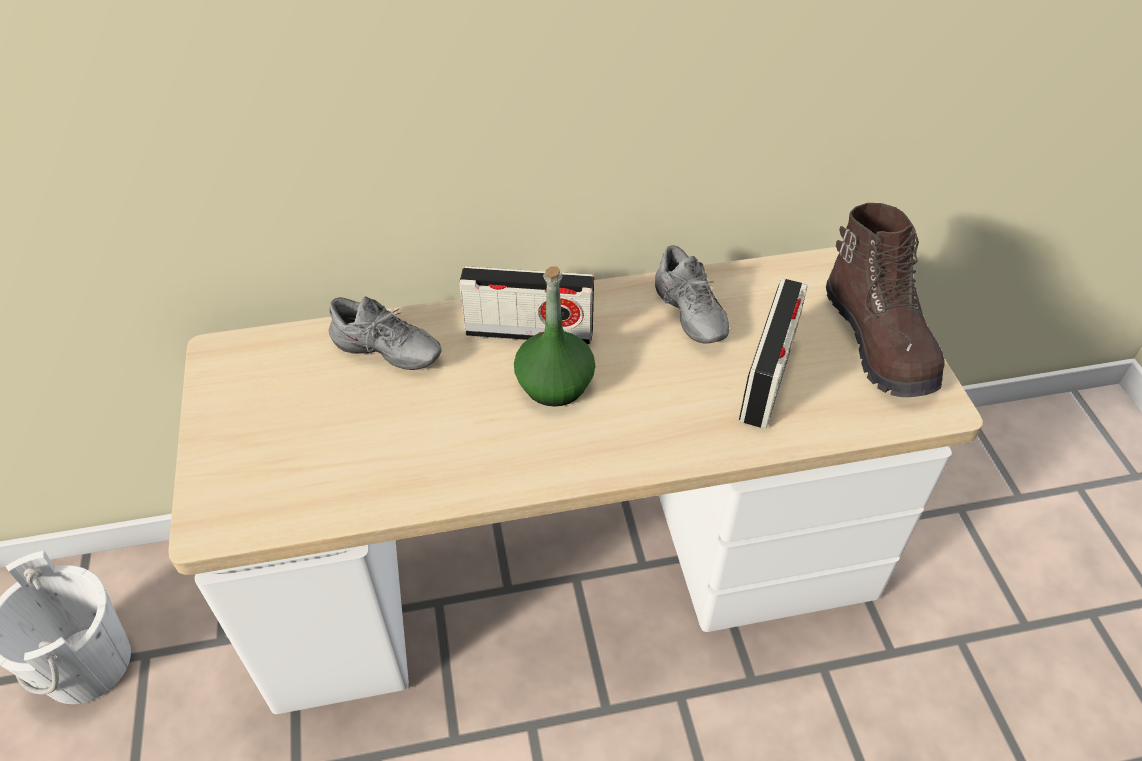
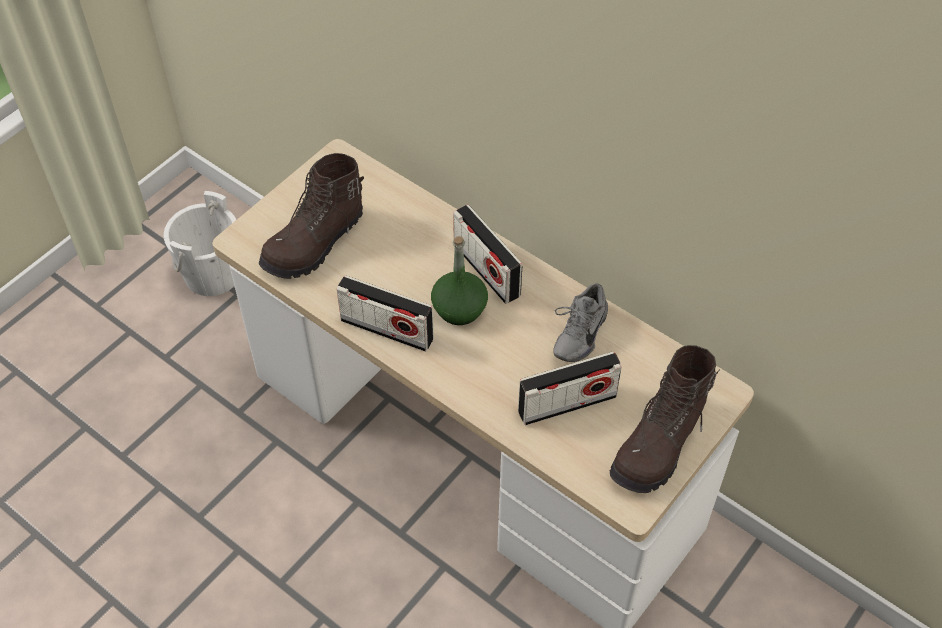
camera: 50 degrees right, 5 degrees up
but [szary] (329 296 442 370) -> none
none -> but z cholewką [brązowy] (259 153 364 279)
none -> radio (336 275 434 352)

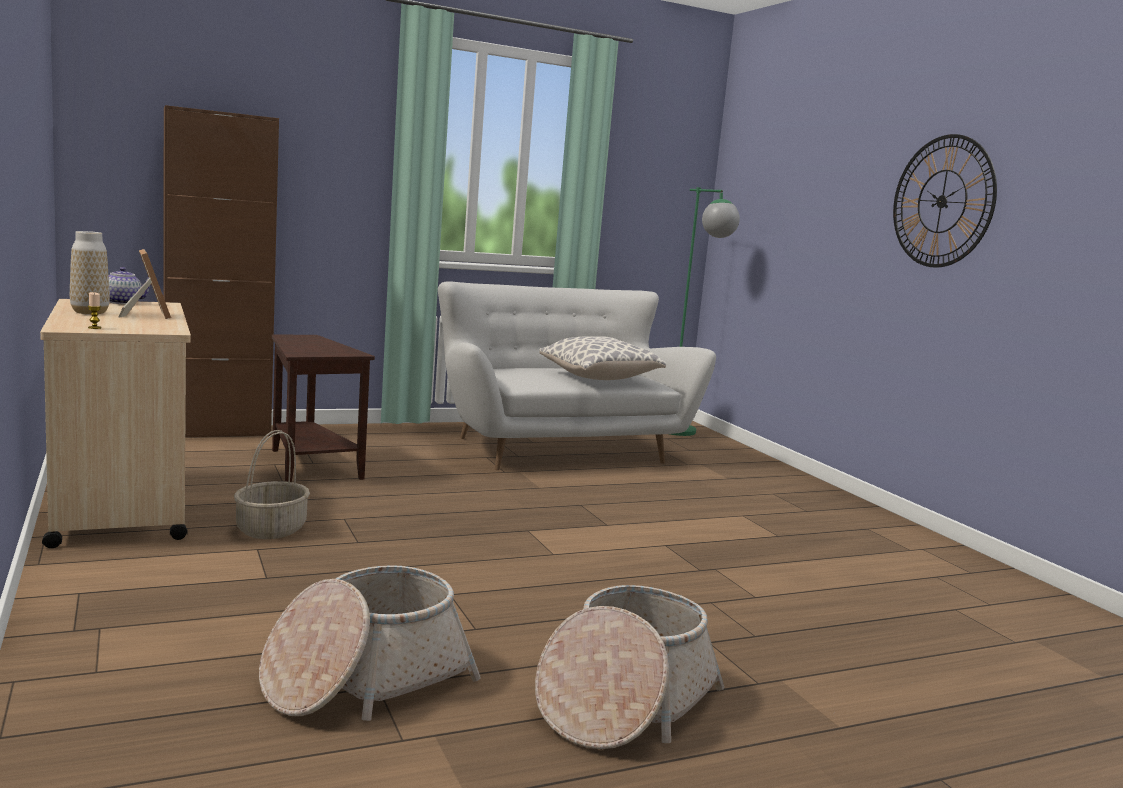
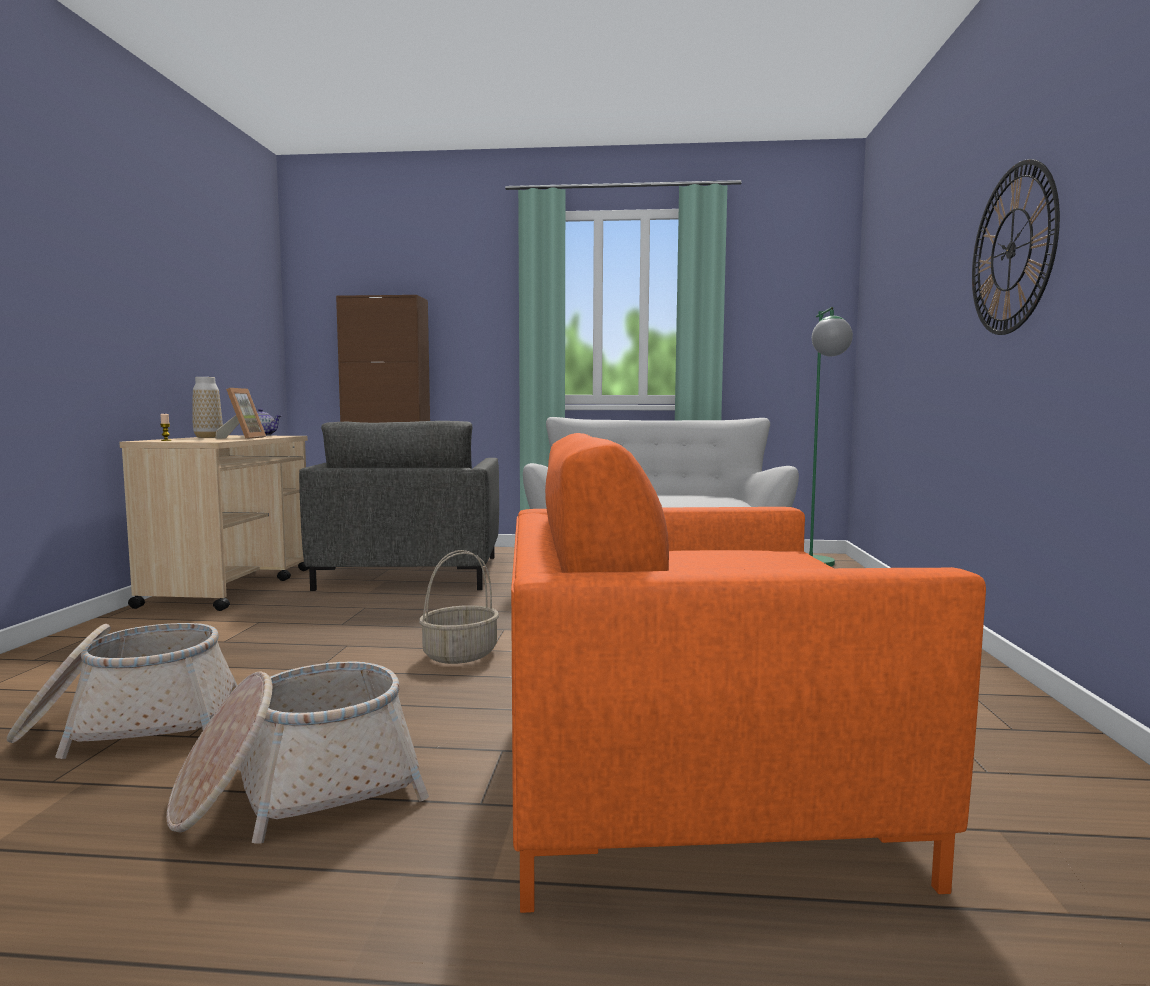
camera: 30 degrees right, 5 degrees down
koszyk (234 430 310 539) -> koszyk (419 550 499 664), relocated
stolik [brązowy] (272 335 375 482) -> fotel [szary] (299 421 499 591)
poduszka (539 336 666 380) -> none
none -> fotel [pomarańczowy] (511 433 986 913)

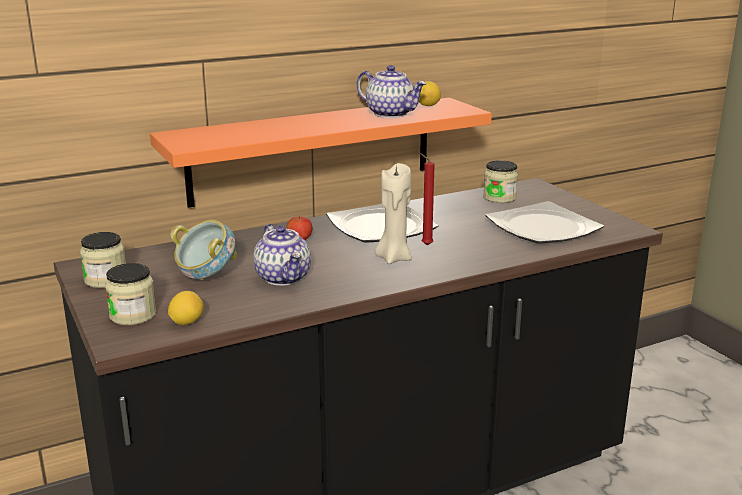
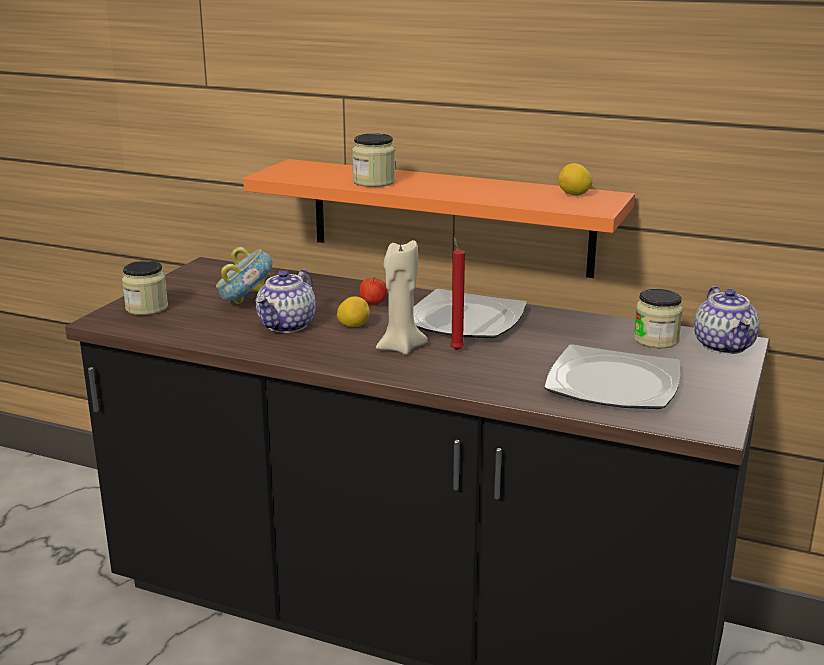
camera: 50 degrees right, 0 degrees up
słoik (80 232 126 288) -> słoik (352 133 395 187), relocated
cytryna (168 291 204 325) -> cytryna (337 296 370 327), relocated
imbryk (356 65 427 118) -> imbryk (694 286 760 354), relocated

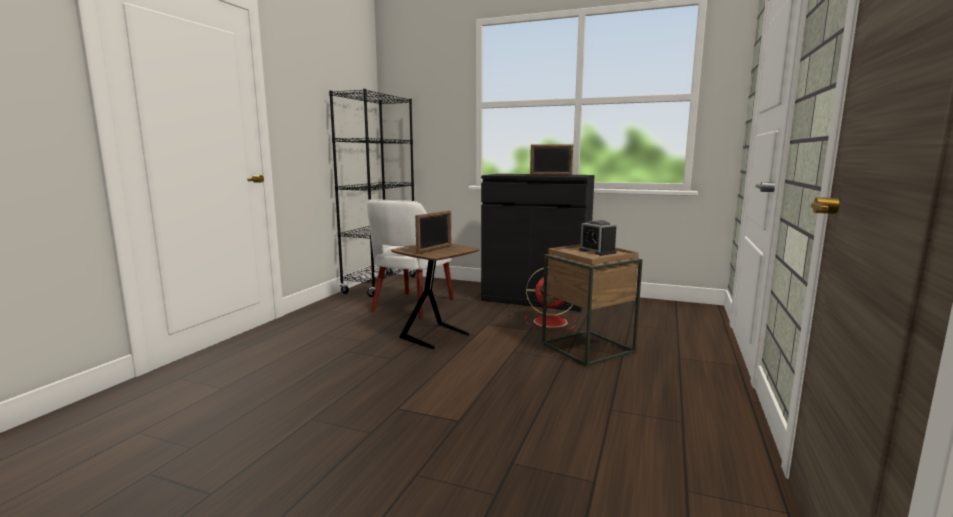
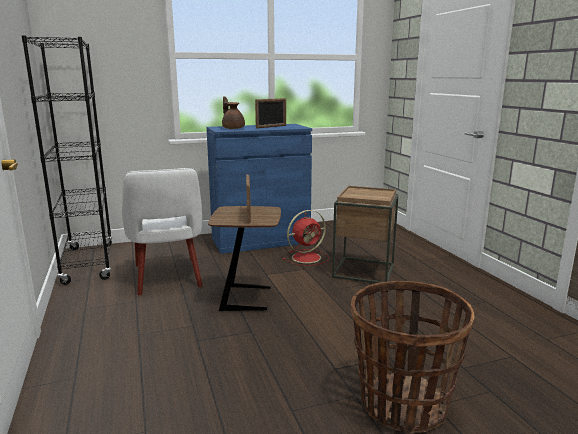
camera: 40 degrees left, 5 degrees up
szafka [czarny] (481 174 595 312) -> szafka [niebieski] (206 124 312 254)
budzik (579 220 617 255) -> none
none -> imbryk [brązowy] (222 96 245 129)
none -> koszyk (351 281 475 433)

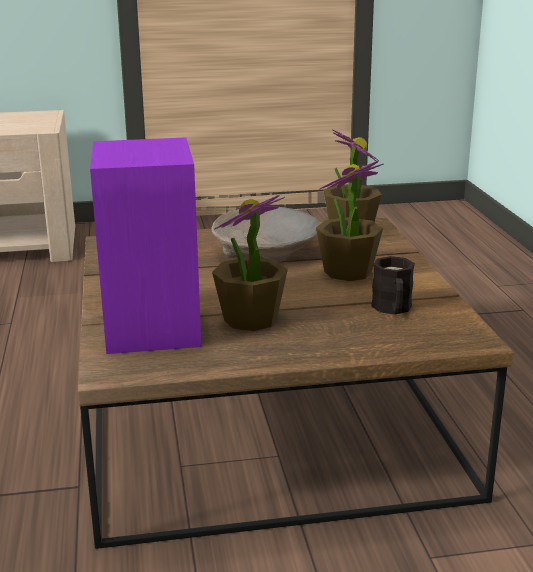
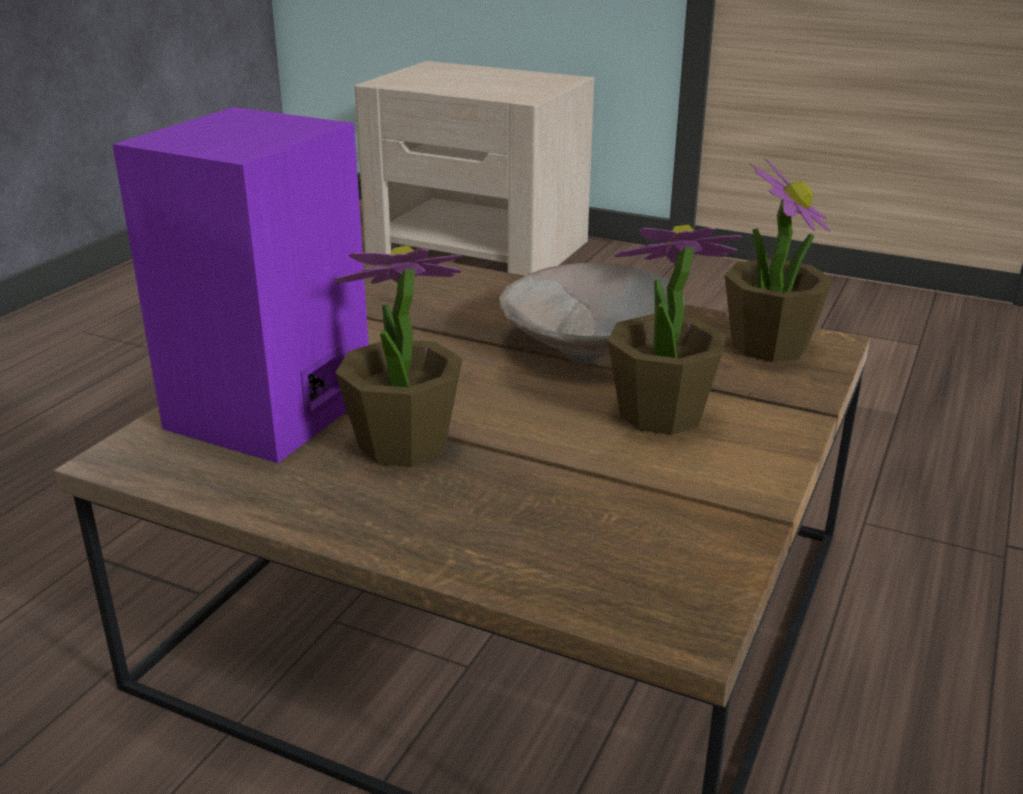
camera: 35 degrees right, 5 degrees up
kubek [czarny] (371 256 415 315) -> none

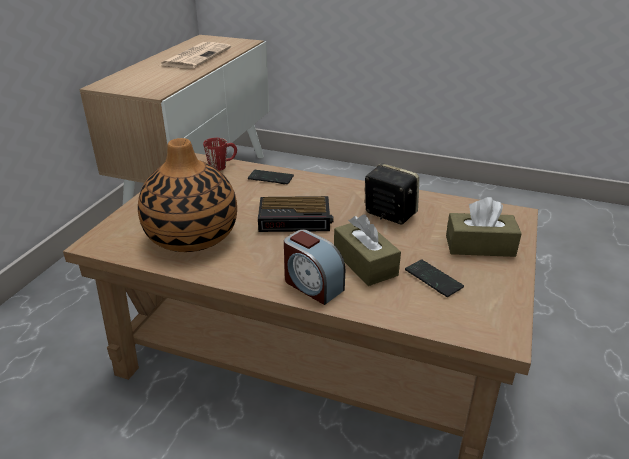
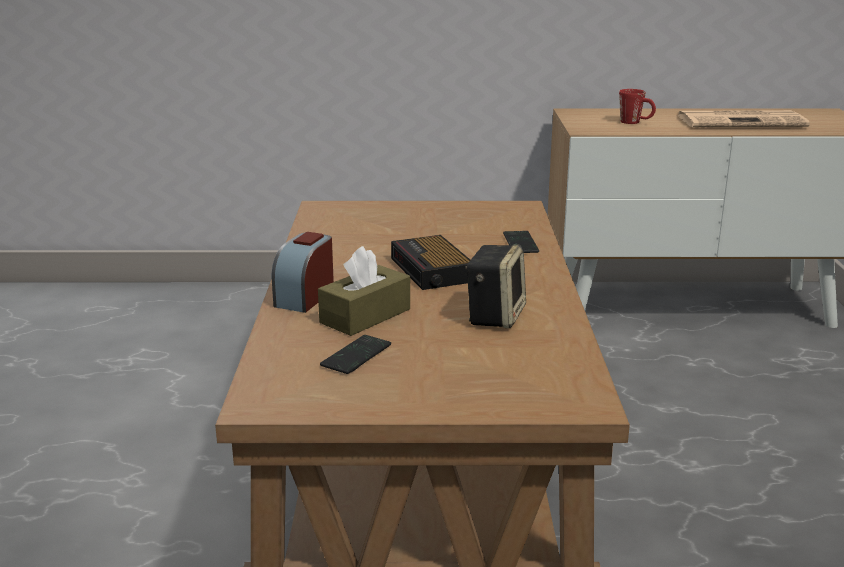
camera: 70 degrees right, 10 degrees down
wazon (138 138 237 252) -> none
kubek [czerwony] (203 138 237 171) -> kubek [czerwony] (619 89 656 124), relocated
pudełko chusteczek [brązowy] (446 197 522 257) -> none

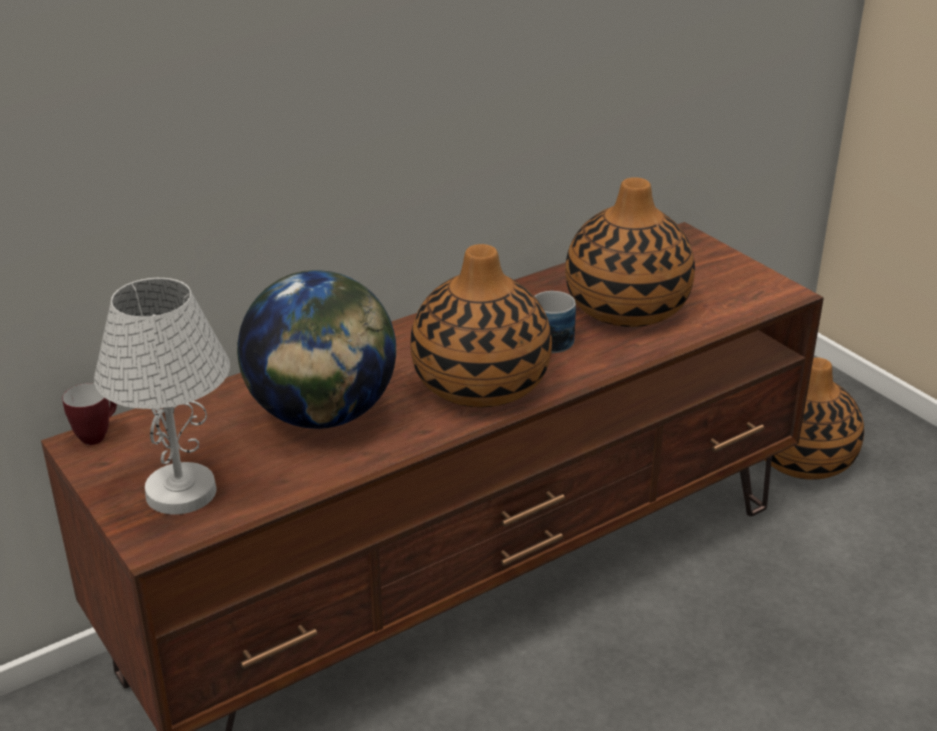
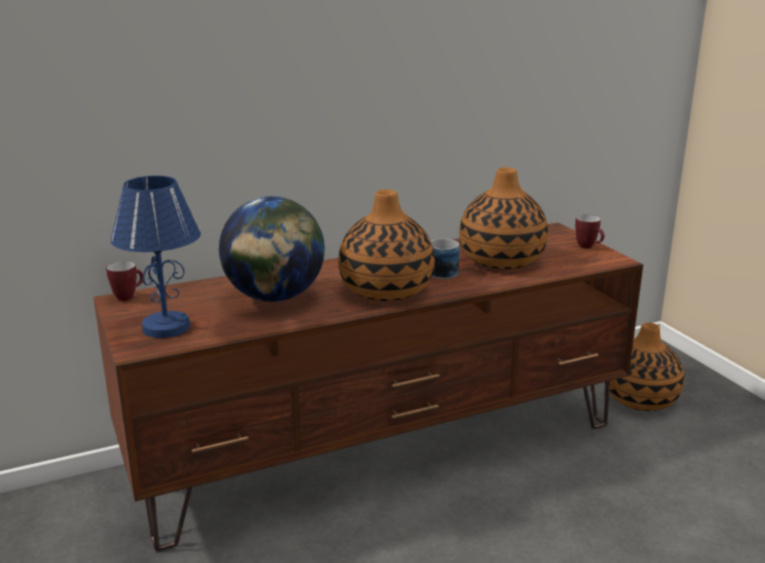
camera: 10 degrees right, 10 degrees down
lampa stołowa [biały] (94 278 230 515) -> lampa stołowa [niebieski] (111 176 201 338)
none -> kubek (575 215 604 249)

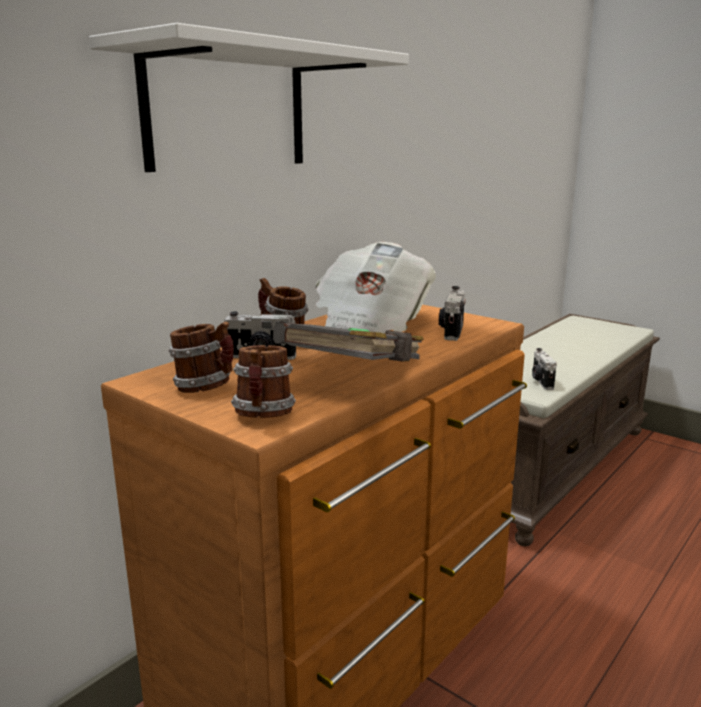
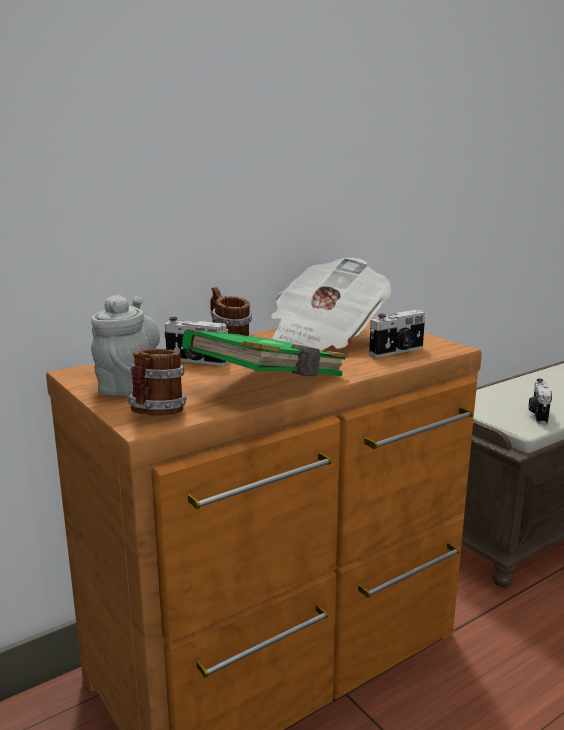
camera: 15 degrees right, 0 degrees up
półka [biały] (89 23 409 172) -> none
kubek (169 321 234 393) -> imbryk [szary] (91 294 160 396)
książka [szary] (273 322 424 361) -> książka [zielony] (182 329 348 376)
aparat fotograficzny (439 286 466 341) -> aparat fotograficzny (369 310 425 357), 150 degrees counterclockwise

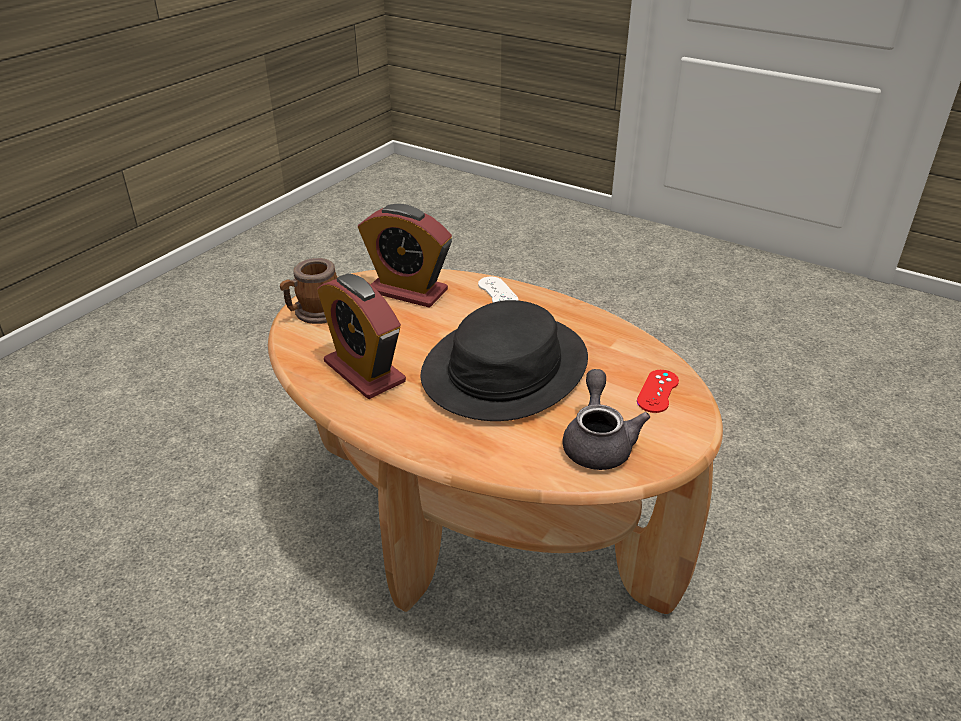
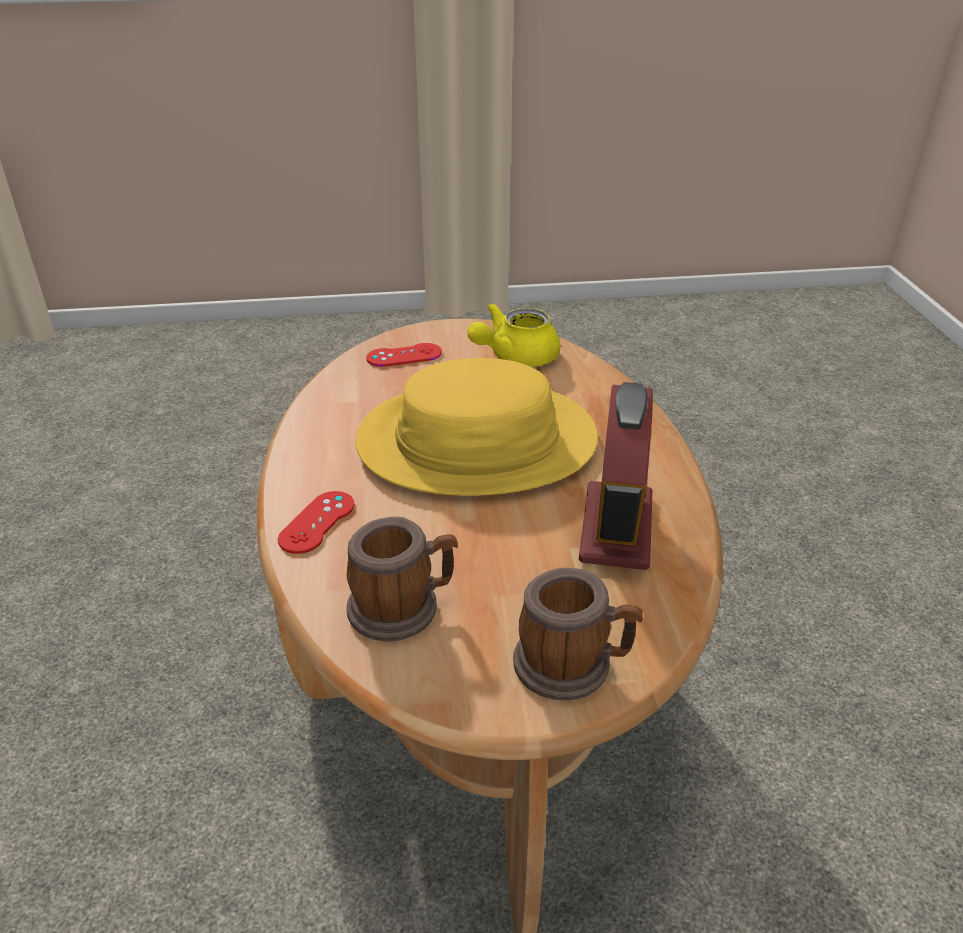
camera: 130 degrees left, 0 degrees up
budzik (358 204 452 308) -> kubek (347 517 458 642)
kapelusz [czarny] (421 300 588 421) -> kapelusz [żółty] (355 358 598 496)
pad do gier [biały] (478 277 519 303) -> pad do gier [czerwony] (278 491 354 554)
imbryk [szary] (562 369 650 470) -> imbryk [żółty] (467 303 560 367)

